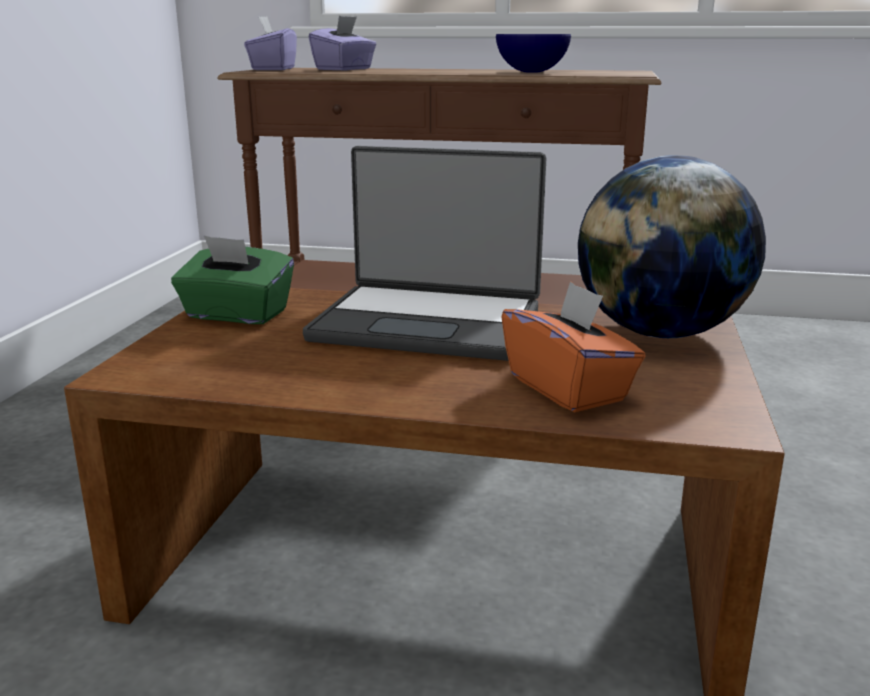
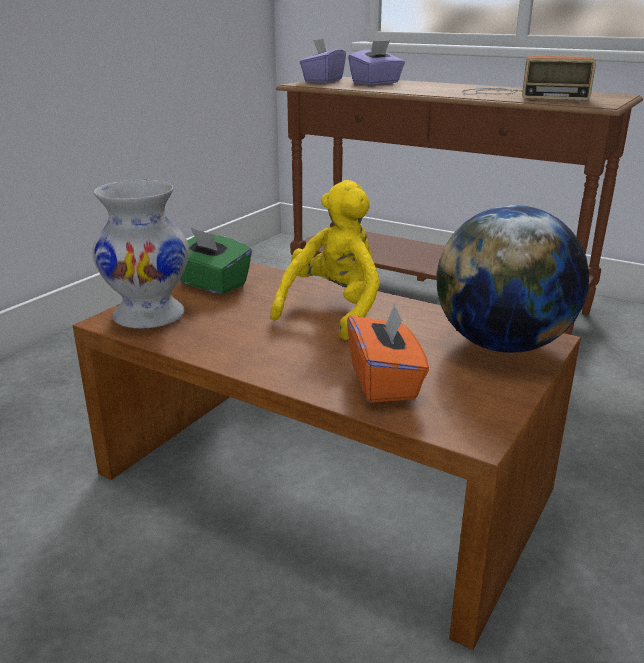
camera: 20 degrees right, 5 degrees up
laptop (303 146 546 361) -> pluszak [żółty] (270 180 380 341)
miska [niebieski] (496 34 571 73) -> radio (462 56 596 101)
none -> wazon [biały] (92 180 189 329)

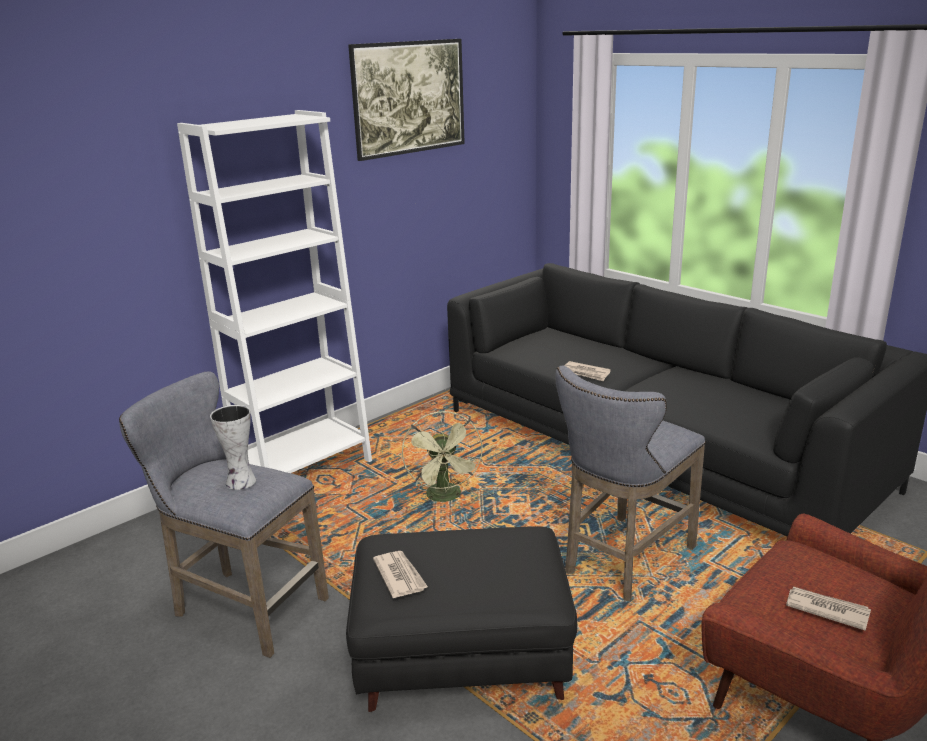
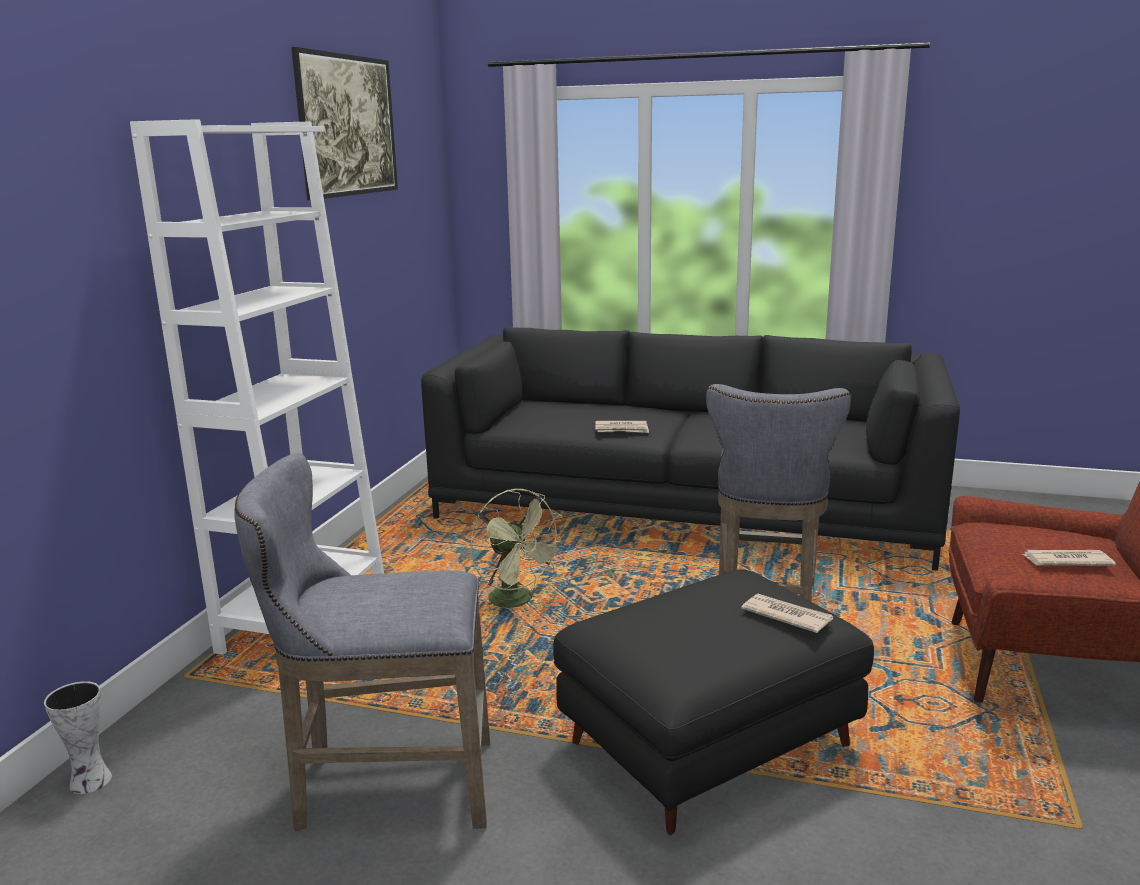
camera: 30 degrees left, 5 degrees down
wazon (210 405 256 490) -> wazon (44 681 112 794), relocated
gazeta (373 551 428 598) -> gazeta (741 594 833 633), relocated

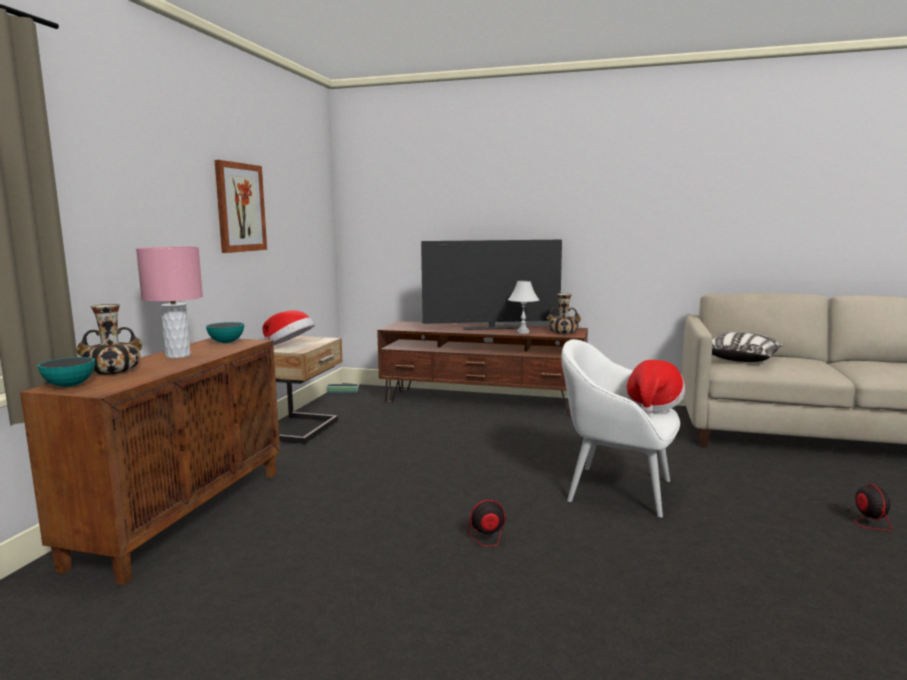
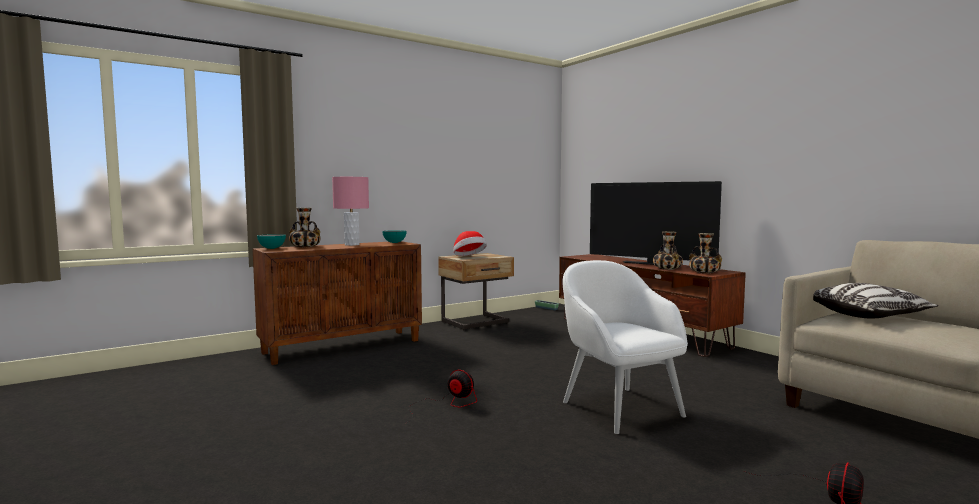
camera: 40 degrees right, 5 degrees down
obraz (214 160 267 253) -> none
lampa stołowa [biały] (508 281 539 334) -> wazon (653 231 683 270)
kapelusz (626 360 685 414) -> none

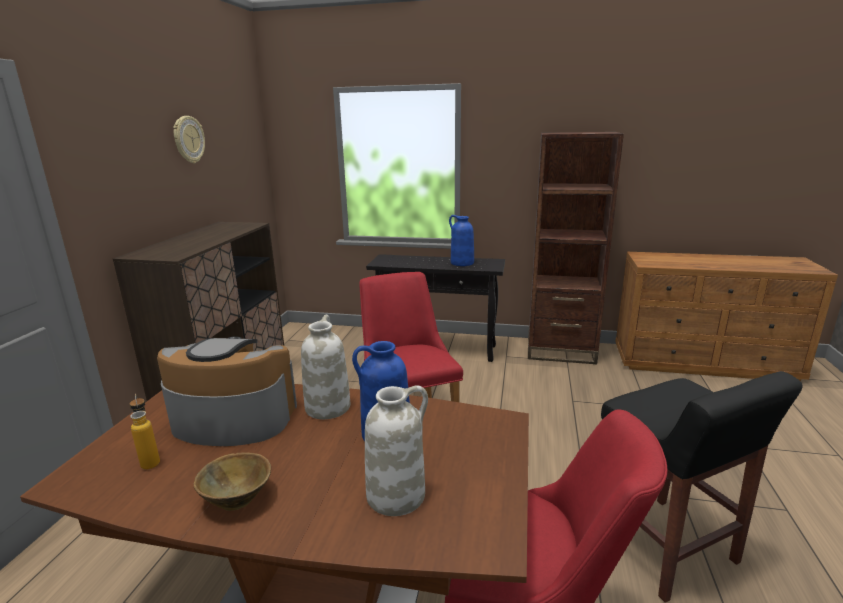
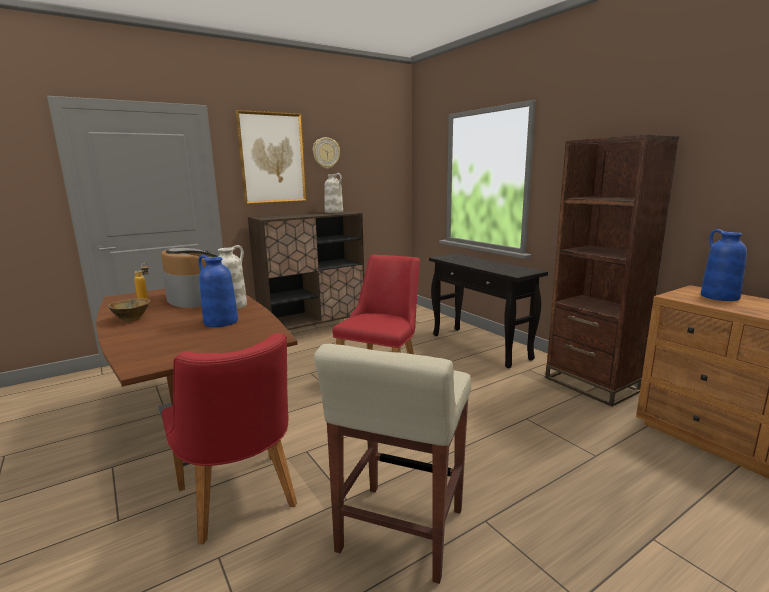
camera: 45 degrees right, 5 degrees down
wazon [biały] (365 385 428 516) -> wazon [biały] (324 173 343 213), relocated
wazon [niebieski] (449 215 474 266) -> wazon [niebieski] (701 229 747 301), relocated
stołek [czarny] (601 371 803 603) -> stołek [beżowy] (314 344 471 584)
none -> obraz (236 110 307 204)

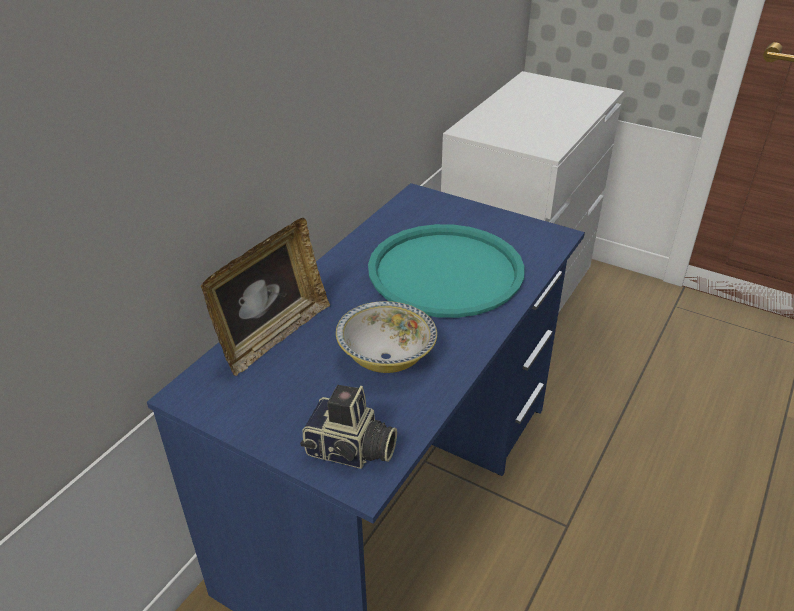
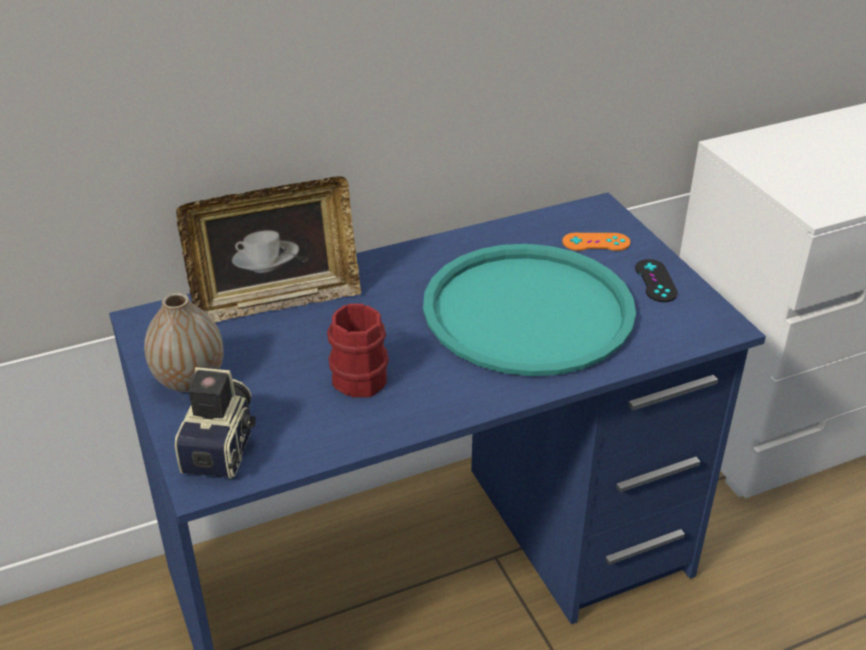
camera: 35 degrees right, 0 degrees up
aparat fotograficzny (300 385 397 469) -> aparat fotograficzny (175 367 256 479), 135 degrees counterclockwise
miska (336 301 437 373) -> kubek [czerwony] (327 304 389 397)
none -> wazon (144 292 224 392)
none -> pad do gier [pomarańczowy] (562 233 630 251)
none -> pad do gier [czarny] (635 259 678 302)

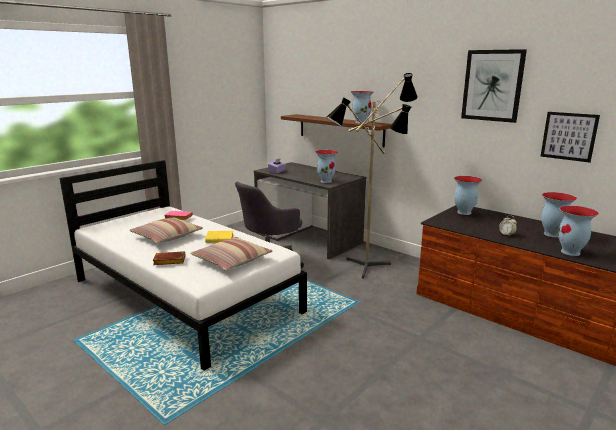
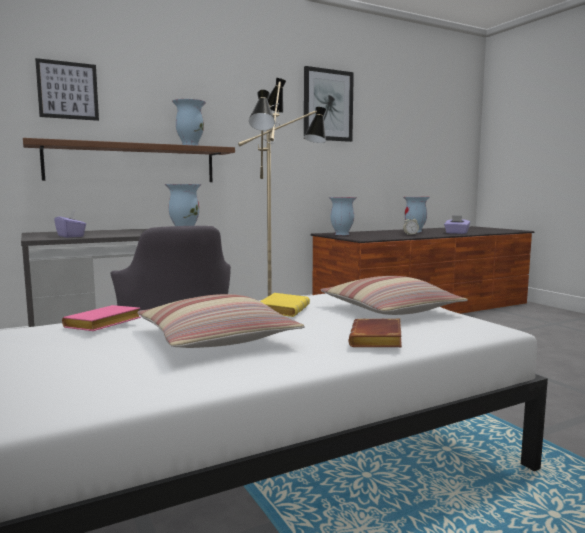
camera: 70 degrees left, 10 degrees down
obraz (541 112 600 163) -> obraz (35 58 99 121), relocated
wazon (558 206 599 256) -> pudełko chusteczek [fioletowy] (444 215 470 234)

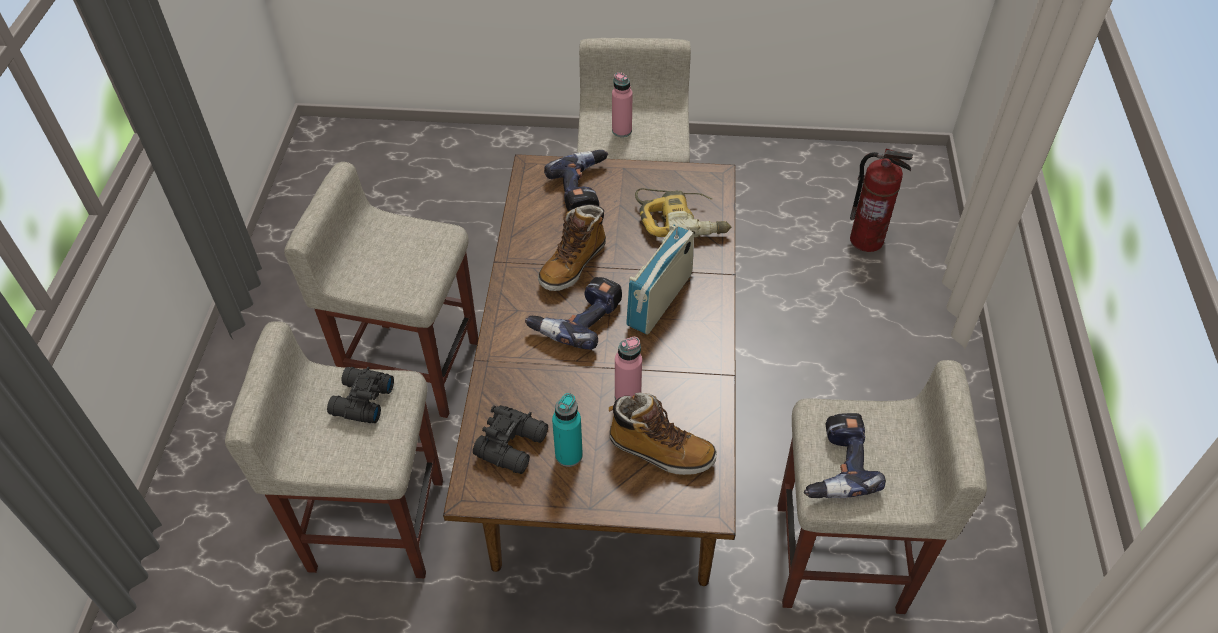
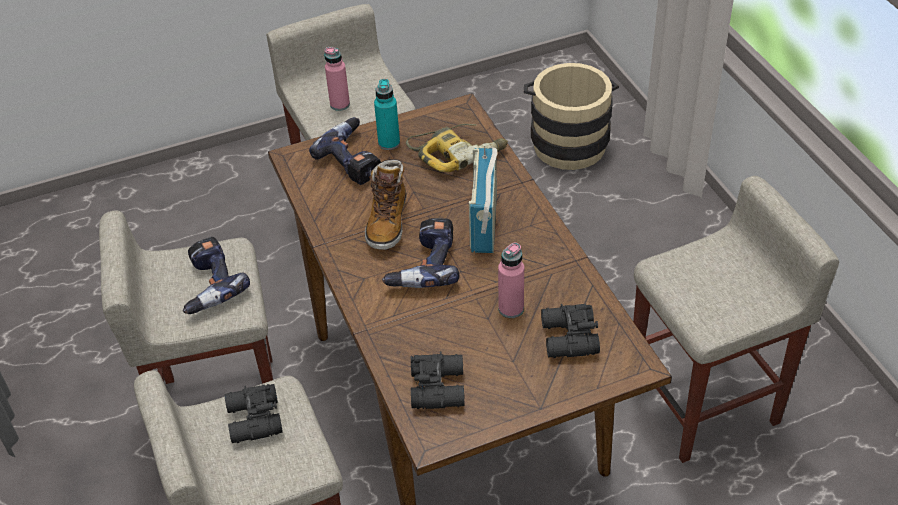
camera: 25 degrees left, 5 degrees down
butelka [turkusowy] (552 393 583 467) -> butelka [turkusowy] (374 79 400 150), relocated
but z cholewką (609 392 717 475) -> lornetka [czarny] (541 304 600 358)
wiertarka (804 413 886 498) -> wiertarka (183 237 250 314), relocated
gaśnica (850 148 913 252) -> wiadro [beżowy] (524 63 619 170)

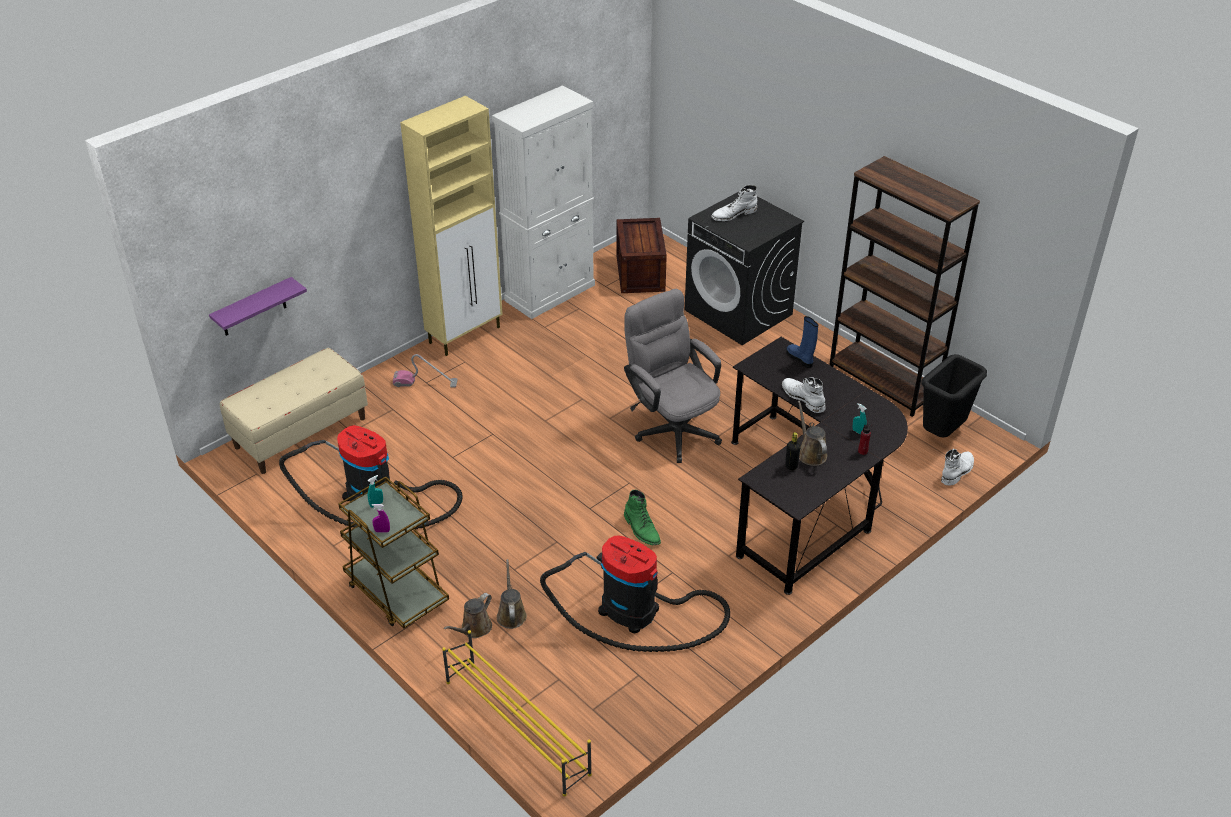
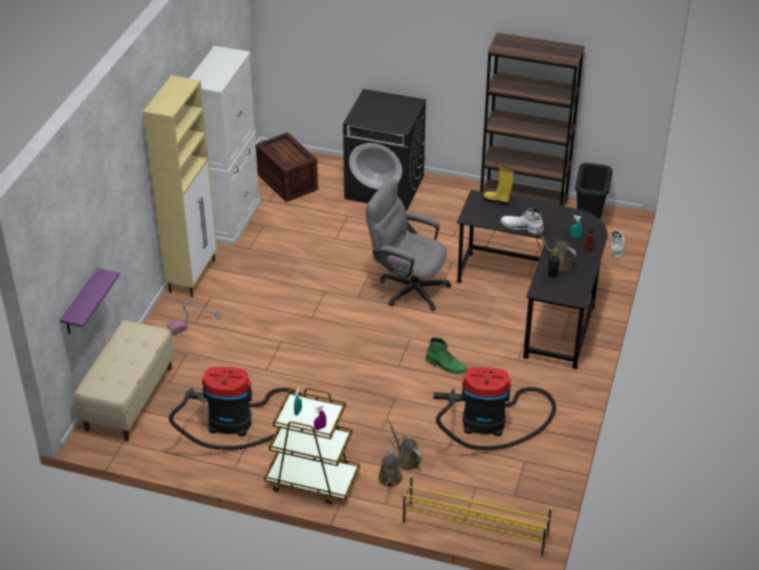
camera: 30 degrees left, 0 degrees up
but z cholewką [biały] (711 185 757 221) -> none
but z cholewką [niebieski] (786 316 818 368) -> but z cholewką [żółty] (483 167 513 205)

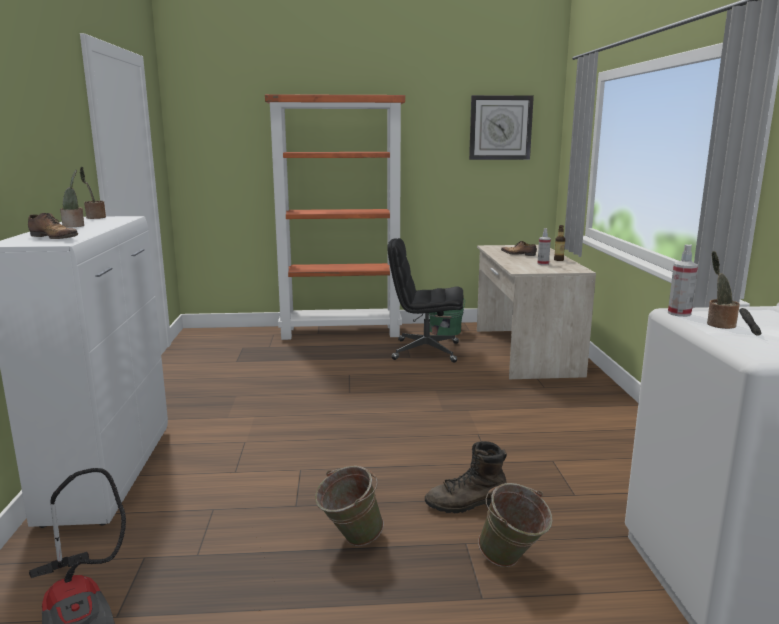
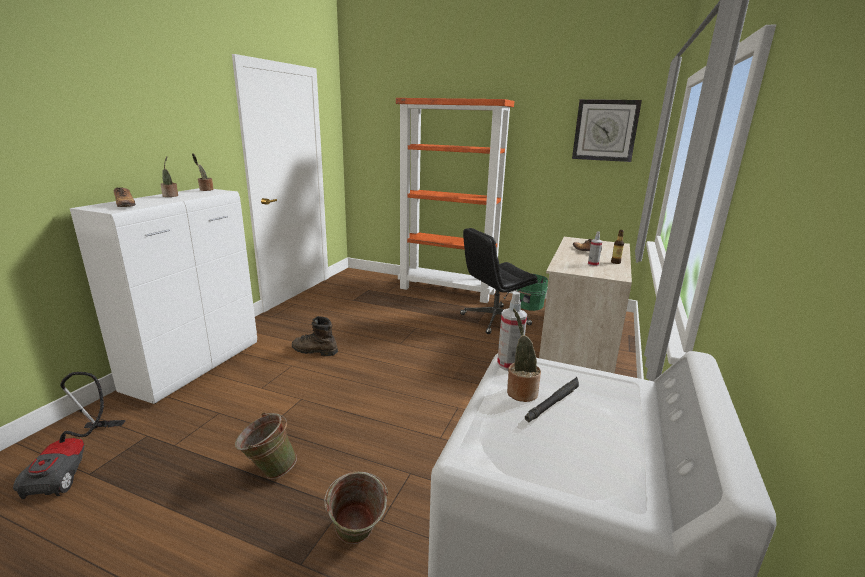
camera: 25 degrees right, 5 degrees up
krzesło biurowe [czarny] (387 238 464 363) -> krzesło biurowe [czarny] (460 228 538 334), 60 degrees counterclockwise
but z cholewką [brązowy] (425 441 507 513) -> but z cholewką [brązowy] (292 316 338 356), relocated

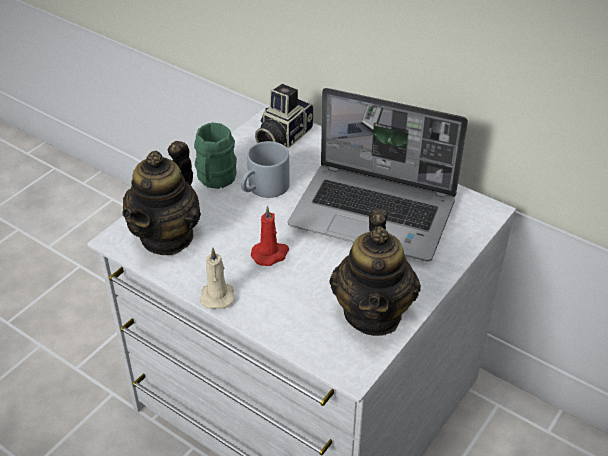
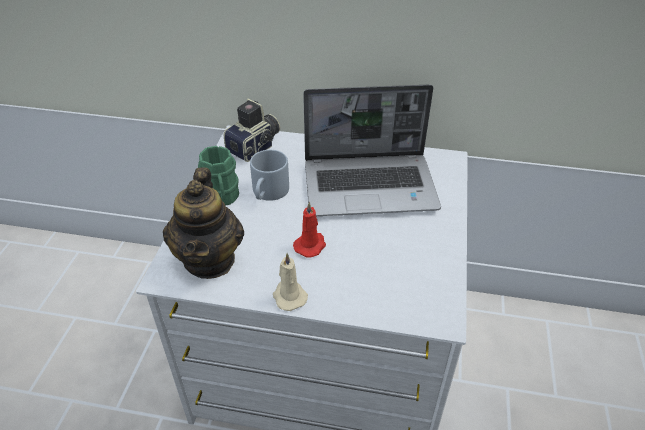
camera: 25 degrees left, 0 degrees up
aparat fotograficzny (255 84 314 148) -> aparat fotograficzny (224 99 280 162), 150 degrees counterclockwise
imbryk (330 209 421 336) -> none

